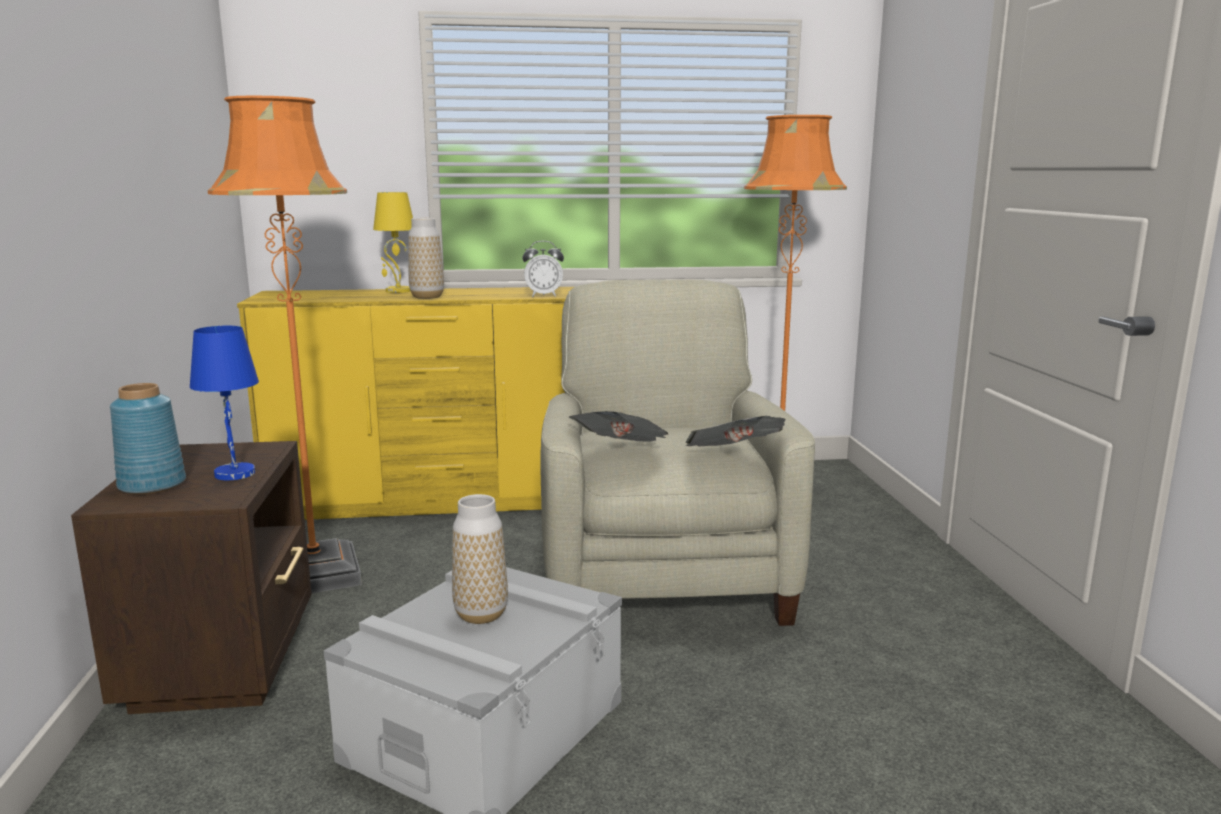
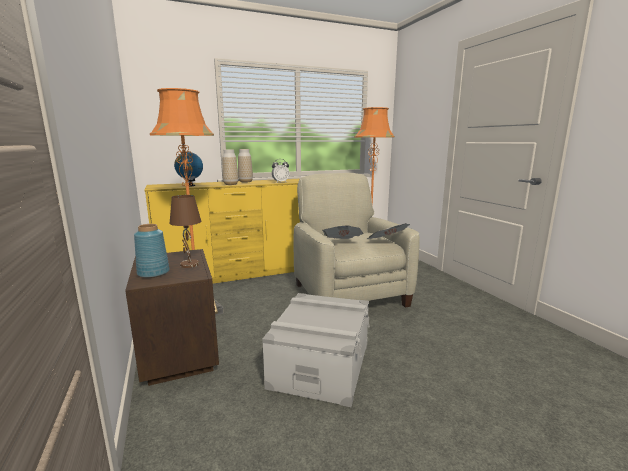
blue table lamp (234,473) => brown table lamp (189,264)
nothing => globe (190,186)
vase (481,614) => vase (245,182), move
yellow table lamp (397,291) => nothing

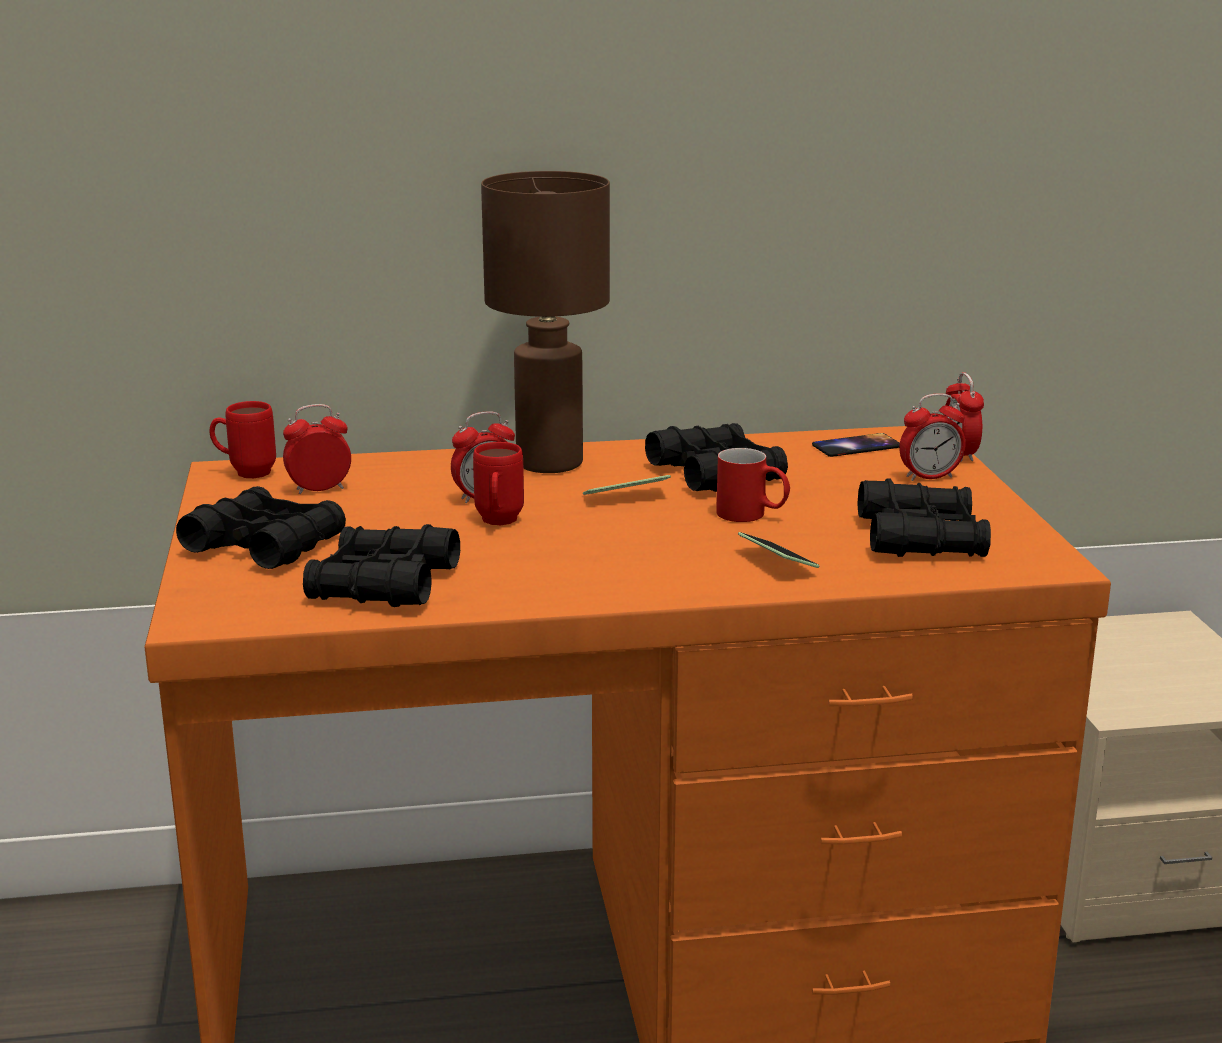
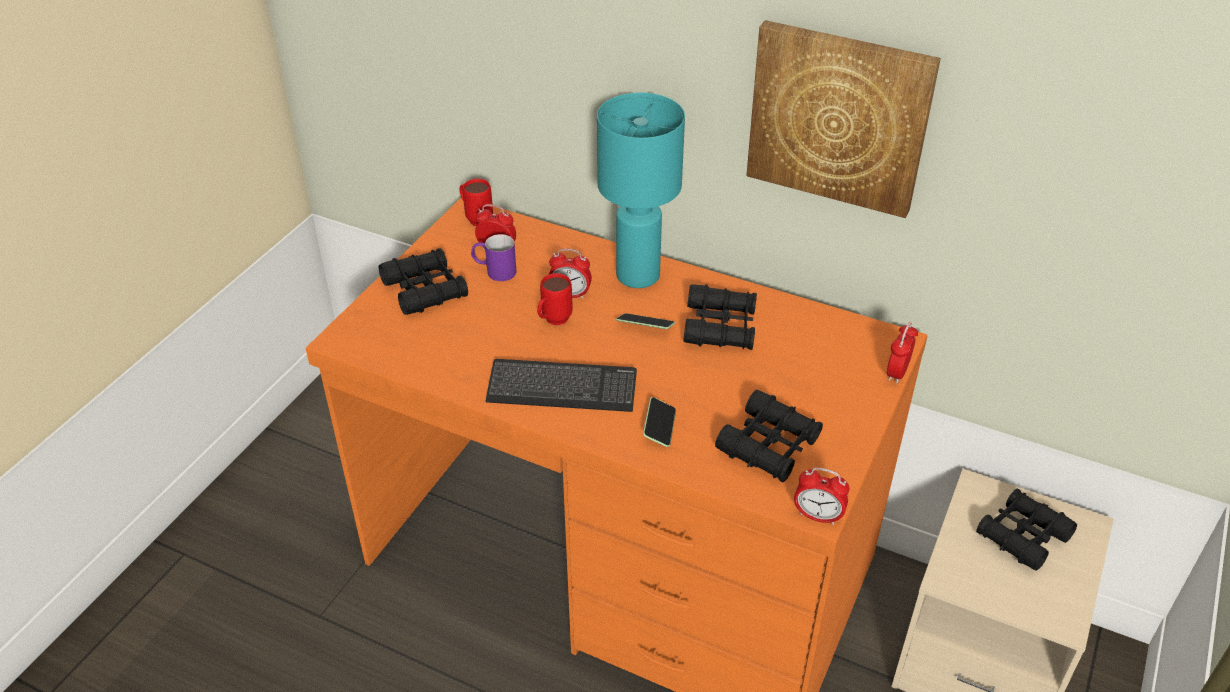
nothing => purple mug (494,271)
nothing => keyboard (562,388)
brown table lamp (548,464) => turquoise table lamp (636,276)
nothing => picture (839,117)
alarm clock (929,477) => alarm clock (818,516), move
black binoculars (383,585) => black binoculars (1022,536), move
red mug (752,516) => nothing
phone (856,446) => nothing

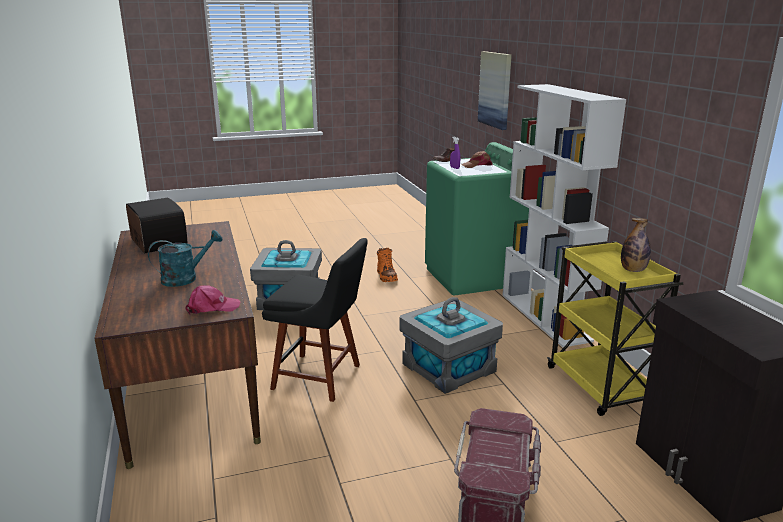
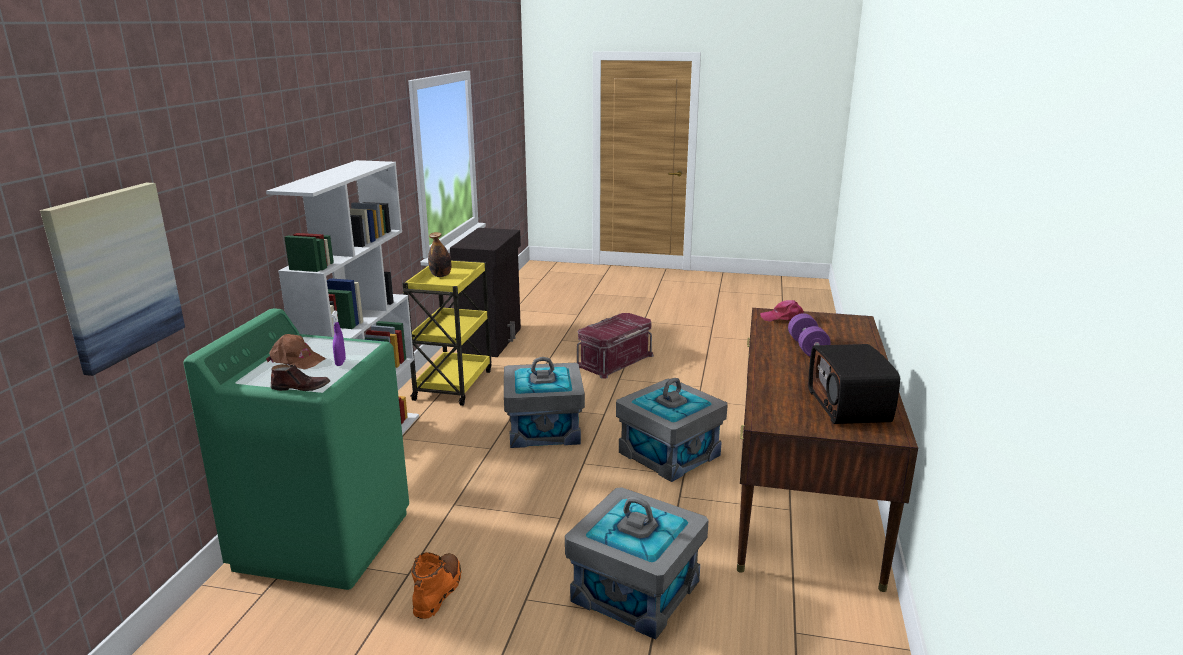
black chair (321,377) => grey storage box (669,453)
turquoise watering can (186,278) => purple dumbbell (807,347)

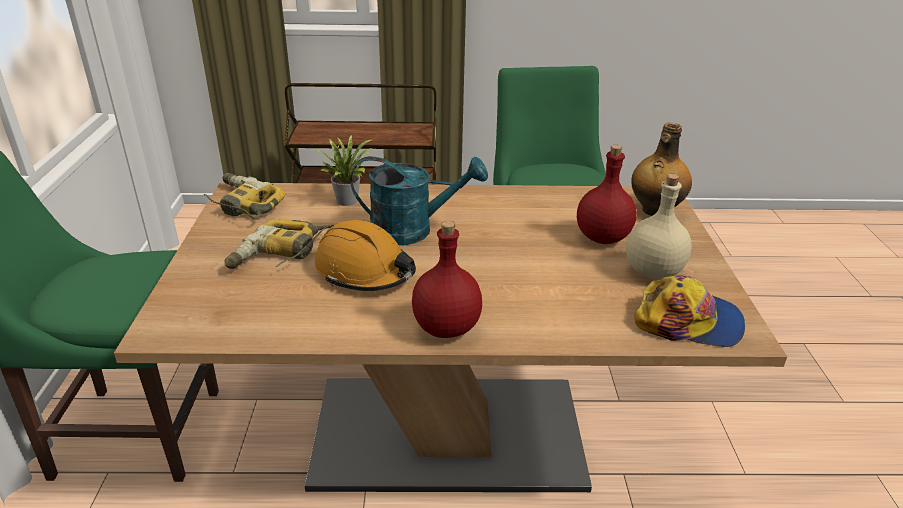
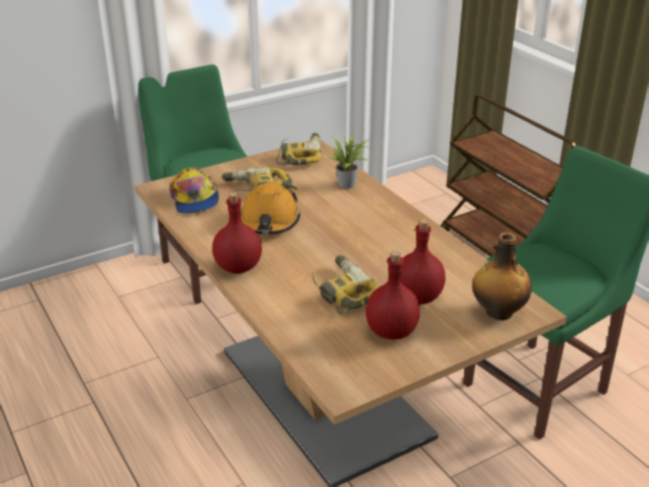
cap (688,321) => cap (195,199), move
nothing => power drill (341,291)
beige bottle (652,272) => red bottle (390,331)
turquoise watering can (413,230) => nothing

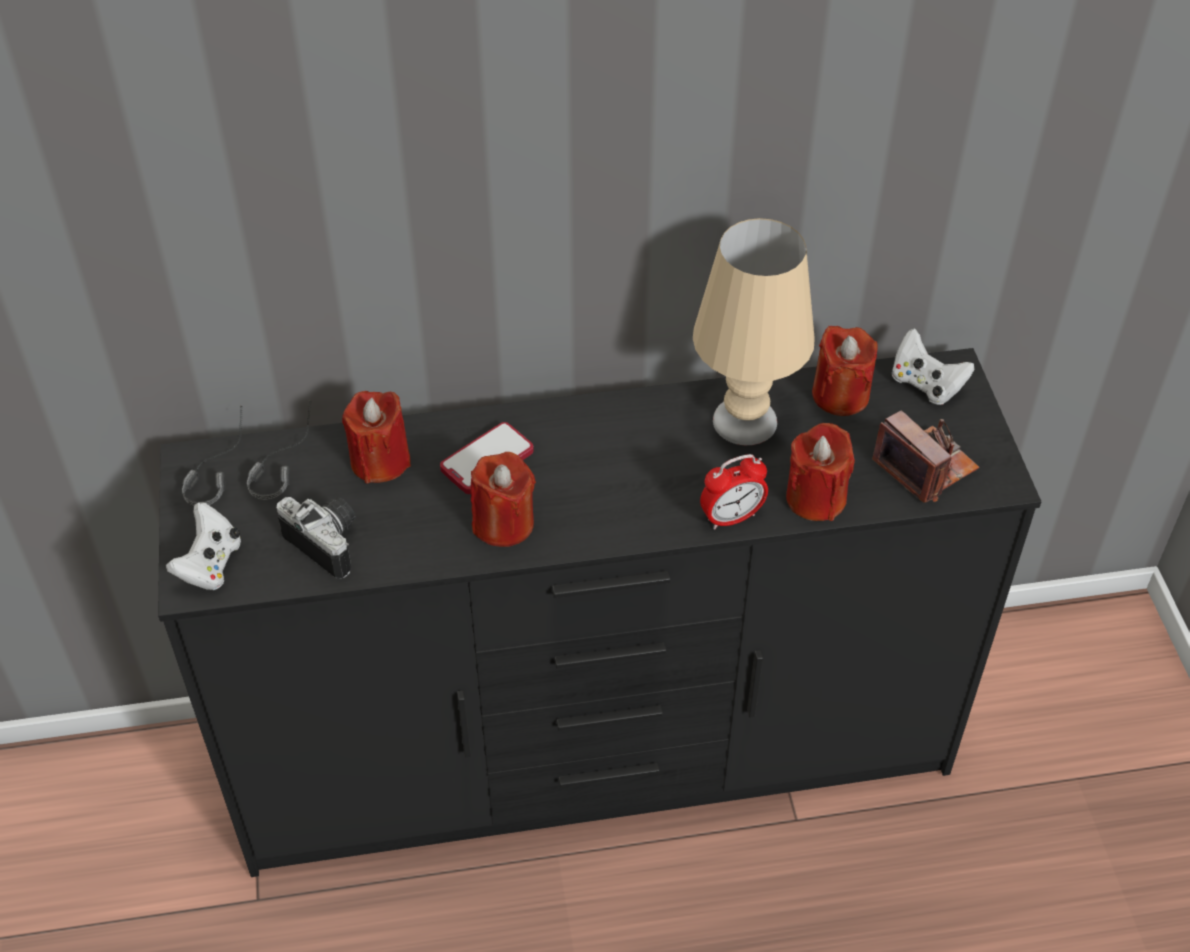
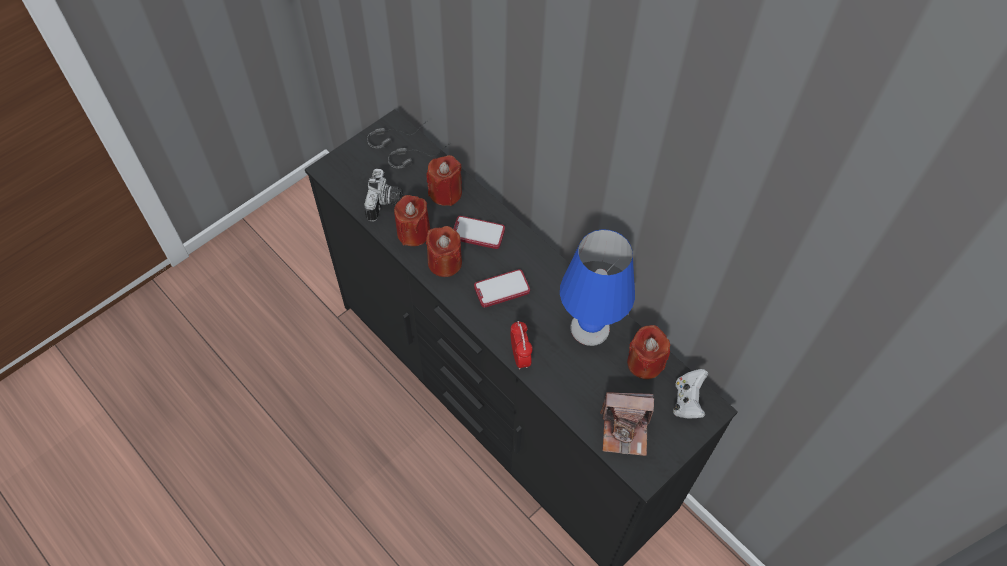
red candle (815,498) => red candle (413,232), move
nothing => phone (502,289)
alarm clock (731,517) => alarm clock (520,356), 135 degrees counterclockwise
beige table lamp (744,421) => blue table lamp (590,327)
photo camera (925,466) => photo camera (625,430), 75 degrees clockwise
white game controller (210,564) => nothing

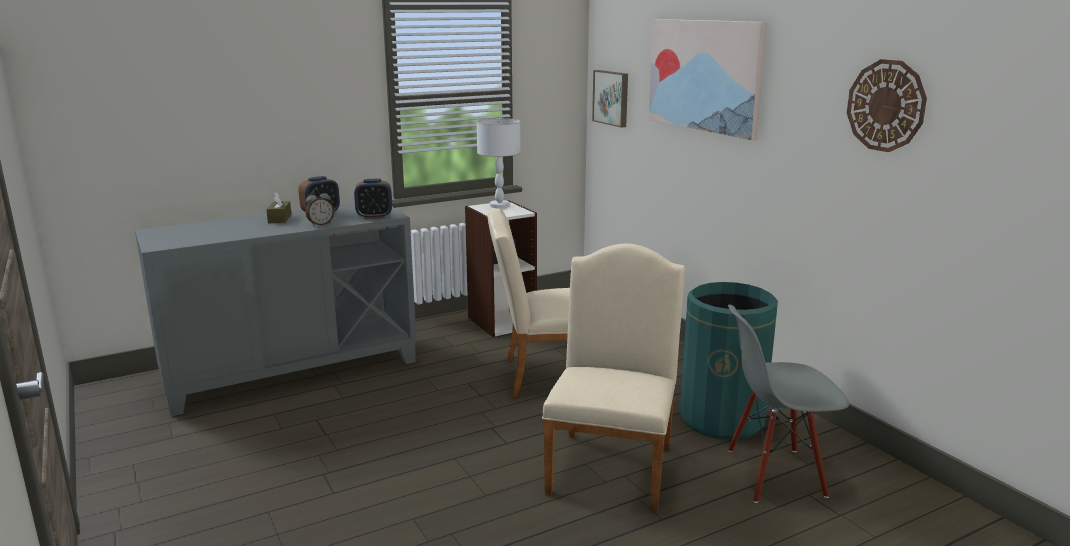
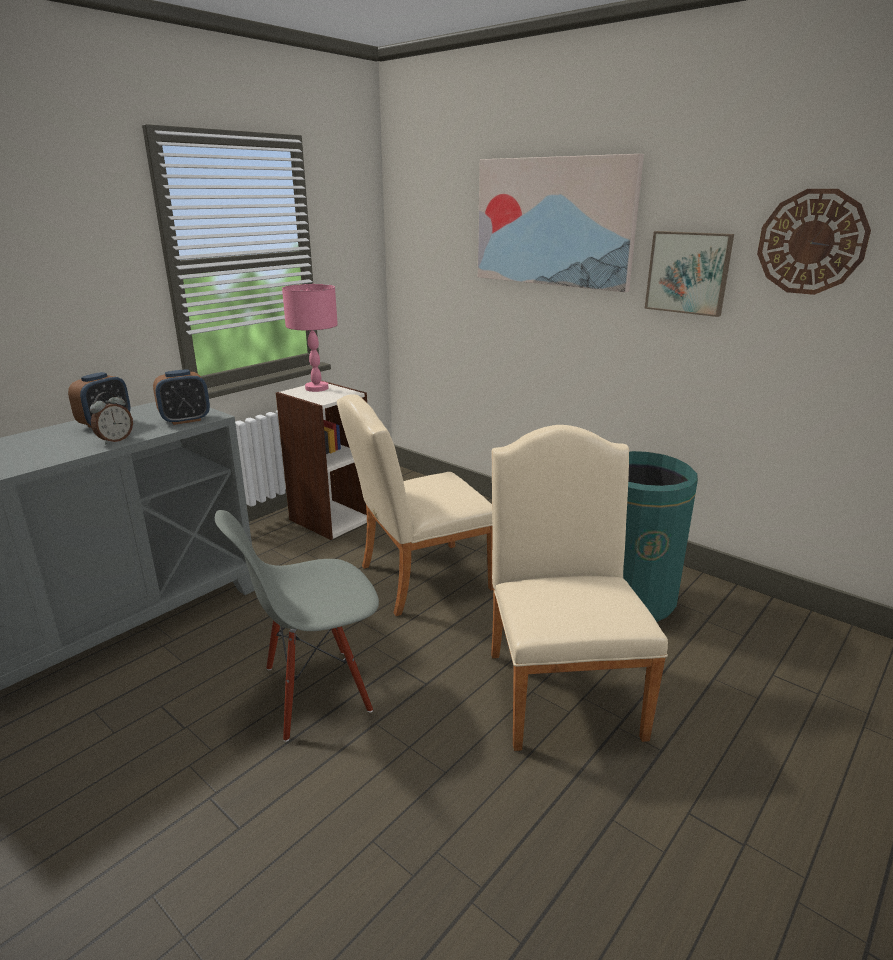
grey chair (774,474) => grey chair (316,691), move
white table lamp (499,206) => pink table lamp (316,388)
picture (612,98) => picture (688,272), move
brown tissue box (279,218) => nothing

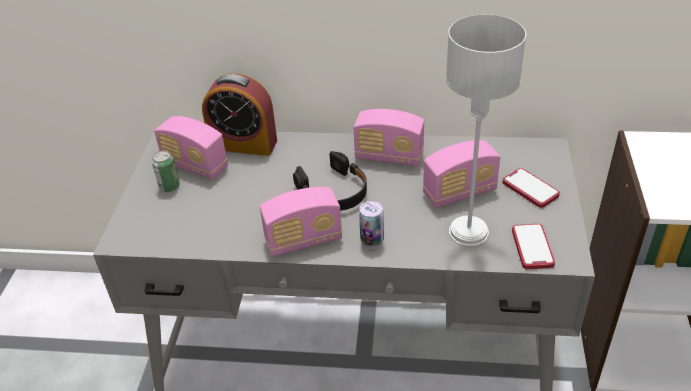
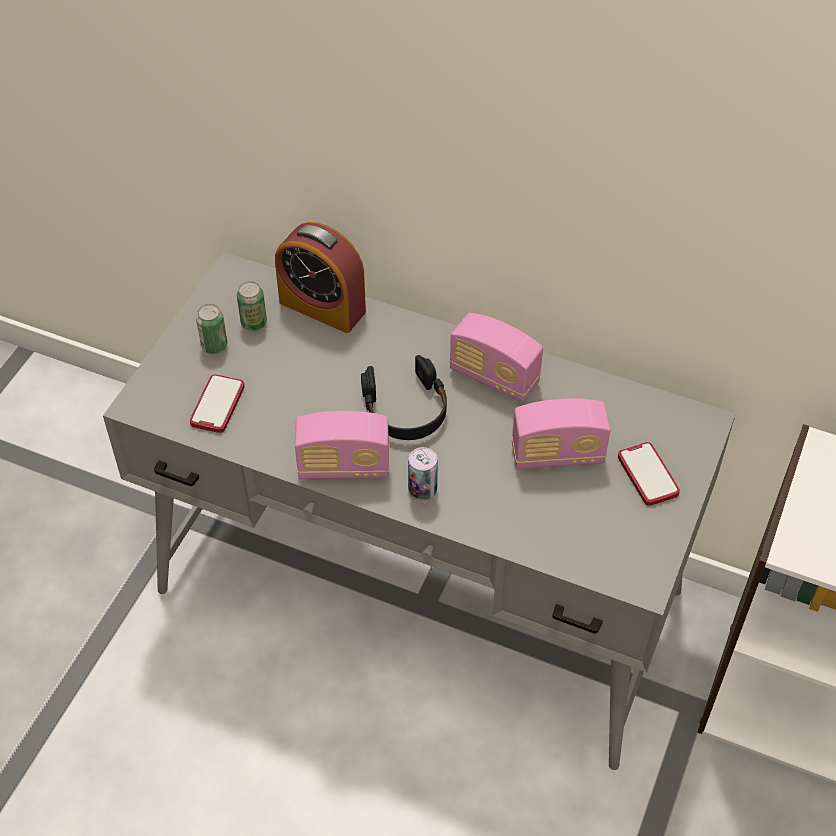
phone (532,247) => phone (217,405), move
radio (195,166) => can (254,323)
grey table lamp (468,231) => nothing

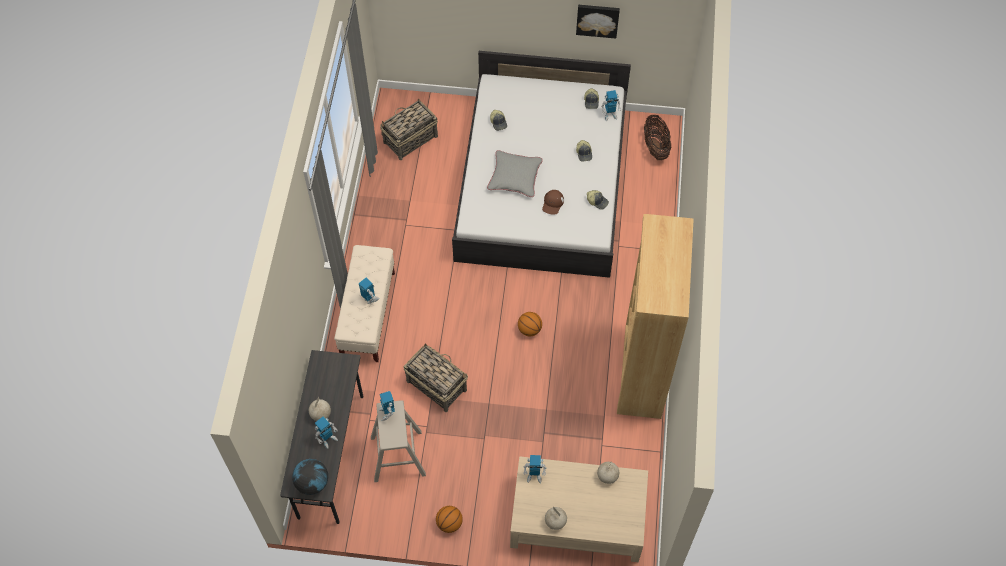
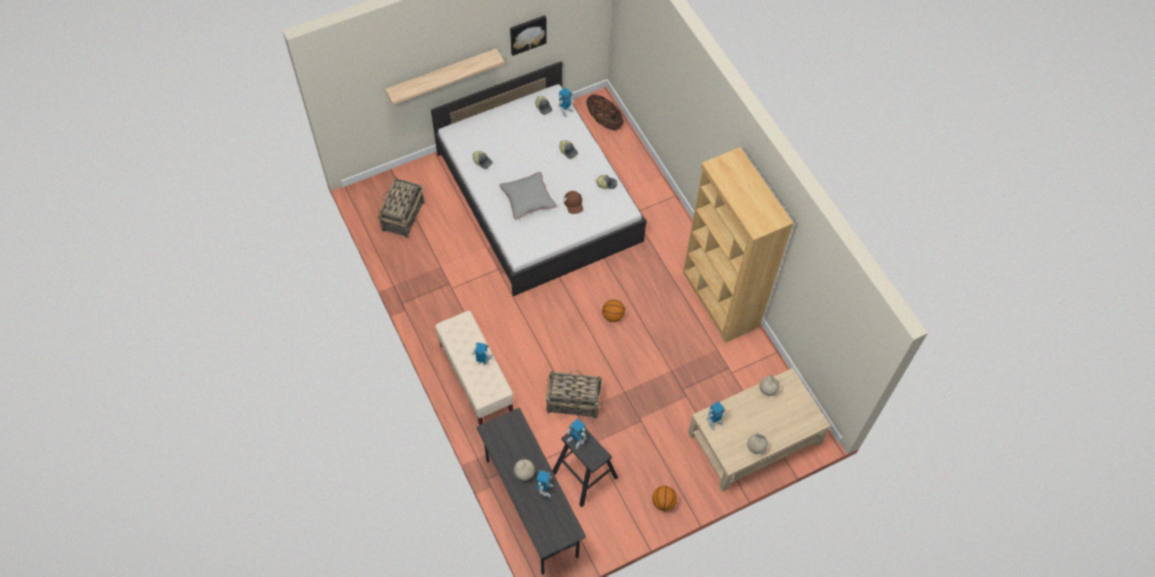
nothing => shelf (442,75)
beige stool (398,456) => black stool (584,475)
globe (312,483) => nothing

